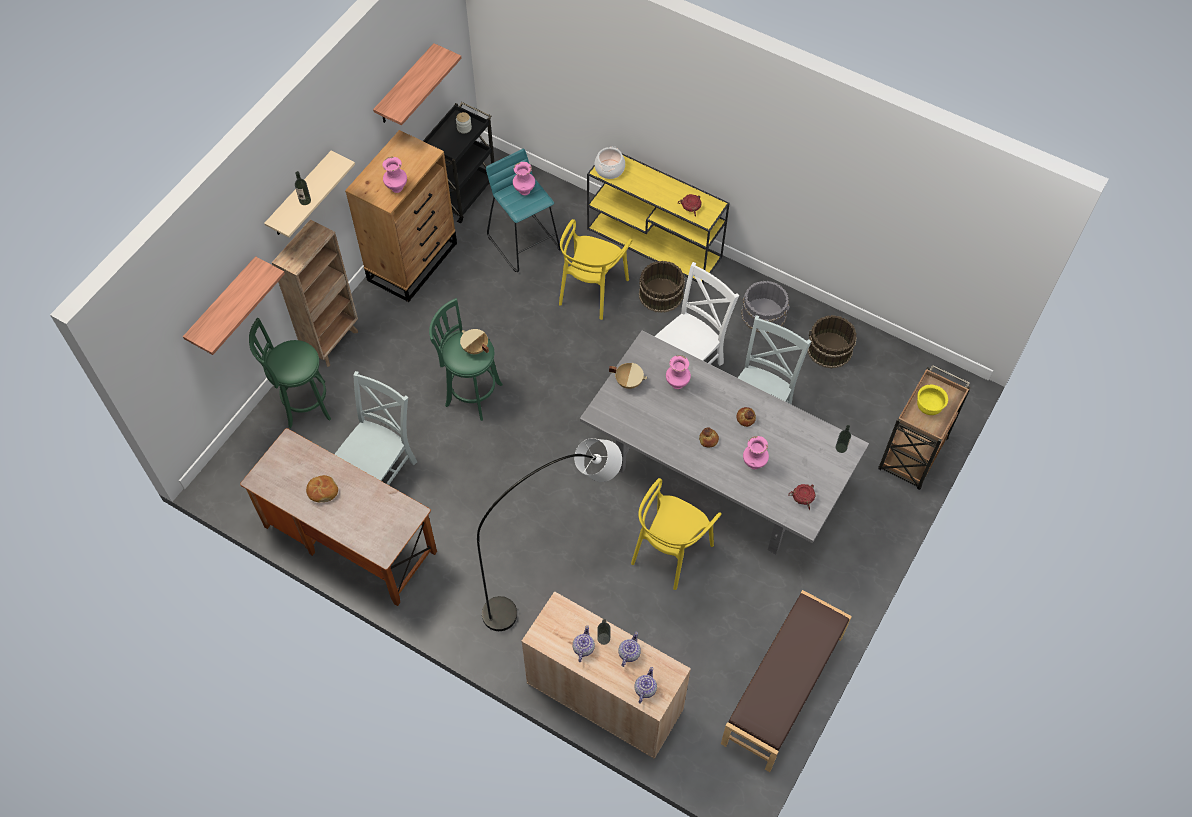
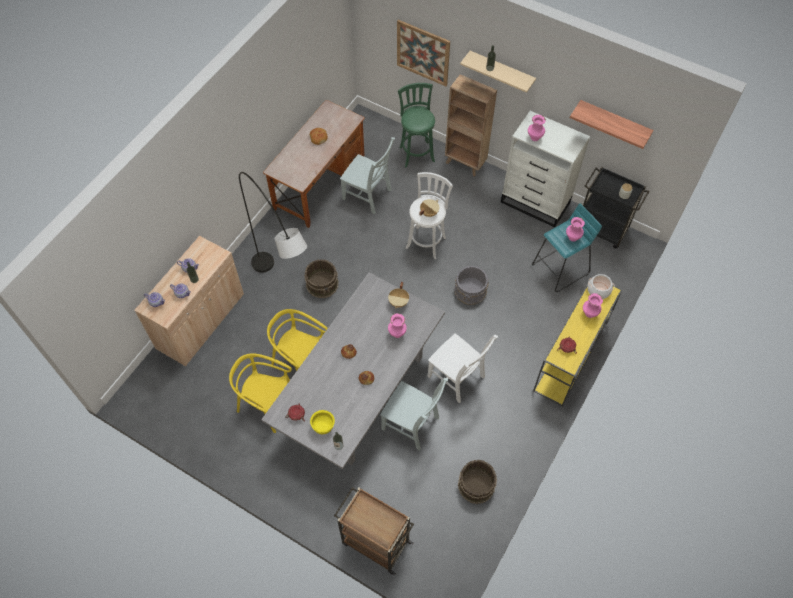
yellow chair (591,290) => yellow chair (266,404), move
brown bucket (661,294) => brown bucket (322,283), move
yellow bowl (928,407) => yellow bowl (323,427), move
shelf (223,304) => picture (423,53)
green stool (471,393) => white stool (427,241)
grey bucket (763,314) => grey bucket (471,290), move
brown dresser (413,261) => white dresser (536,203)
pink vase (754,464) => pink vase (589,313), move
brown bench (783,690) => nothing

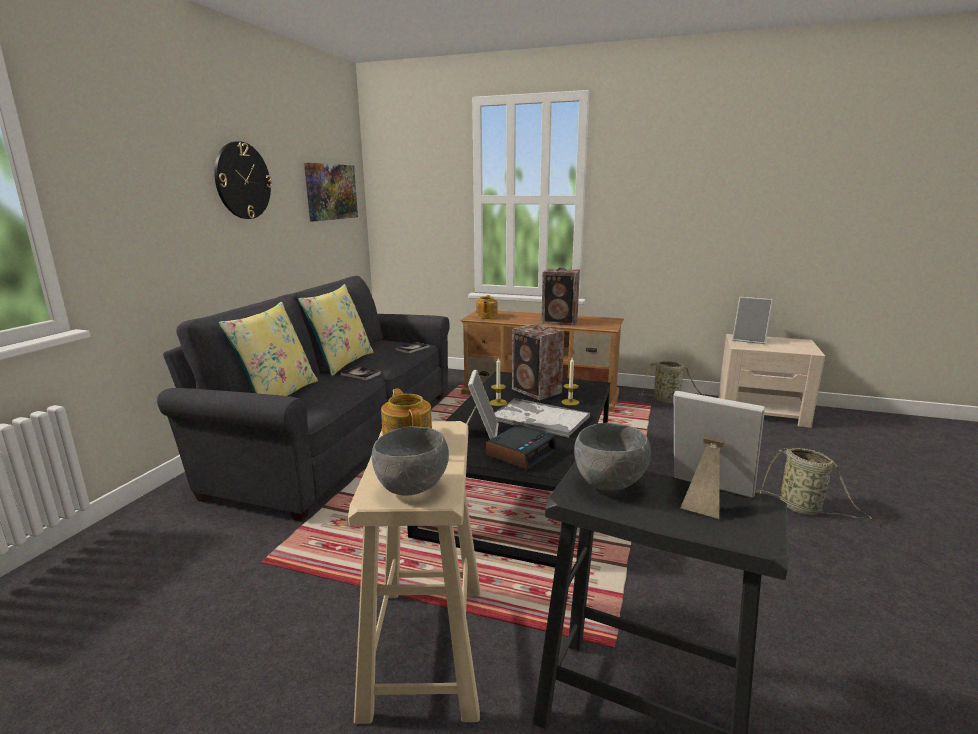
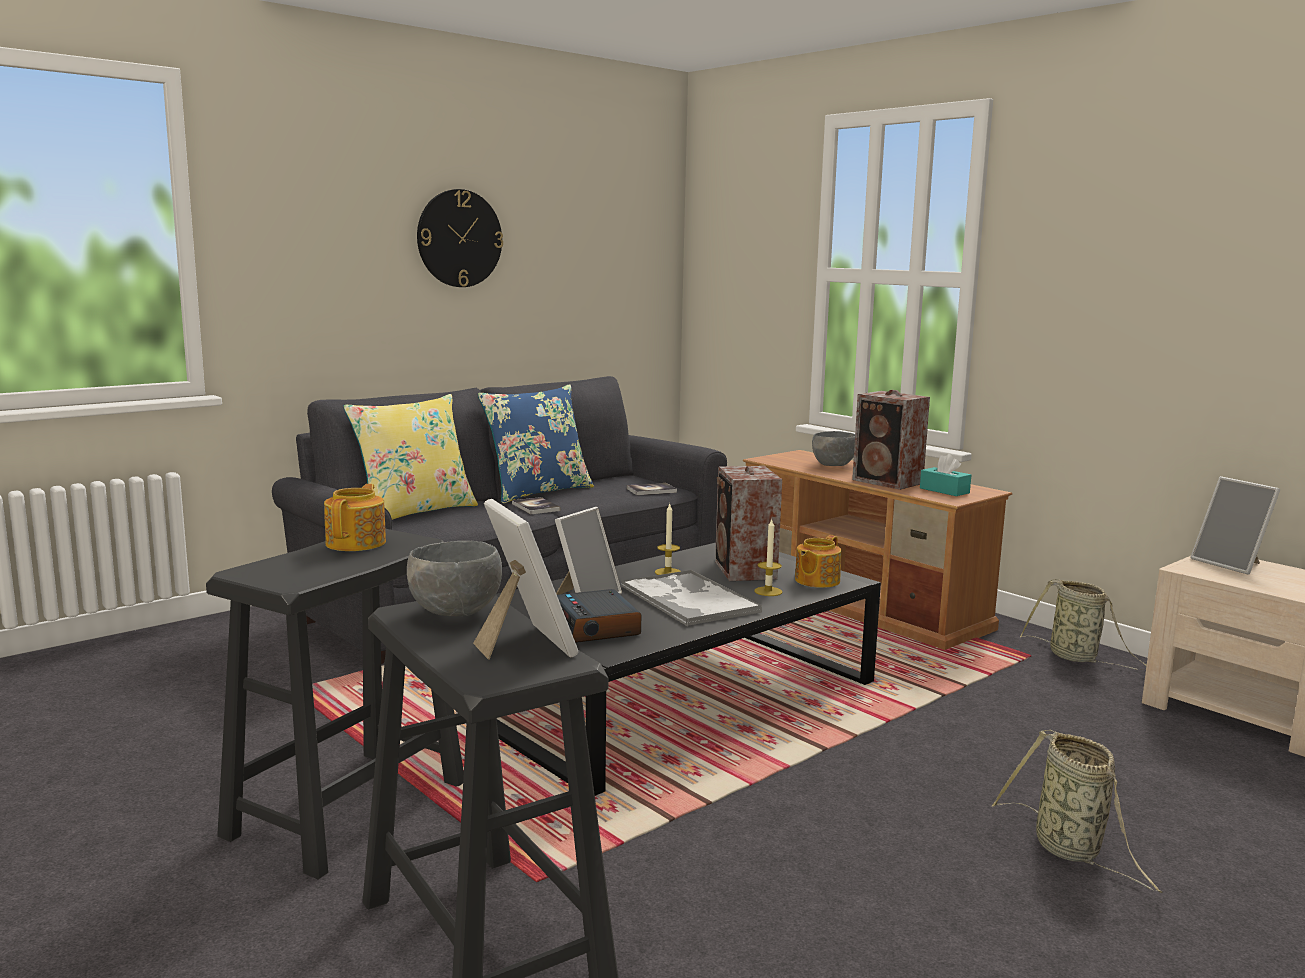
beige stool (426,647) => black stool (349,808)
yellow pillow (341,362) => blue pillow (537,492)
alarm clock (521,453) => alarm clock (596,627), 90 degrees clockwise
teapot (486,316) => teapot (816,581), move
grey bowl (413,488) => grey bowl (834,465), move
nothing => turquoise tissue box (944,490)
picture (331,192) => nothing

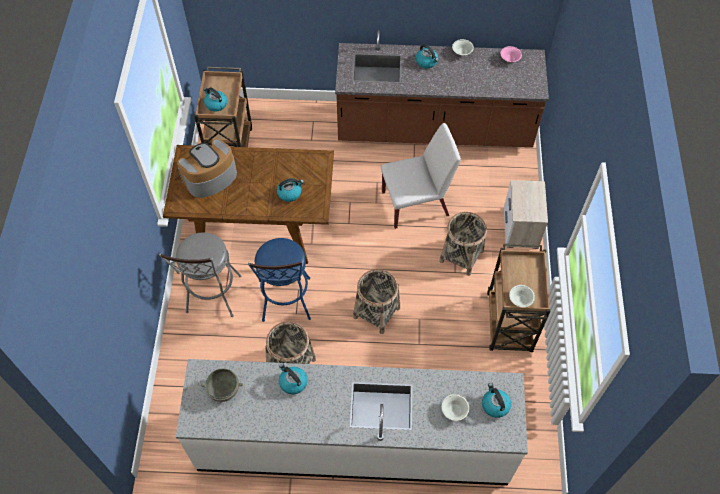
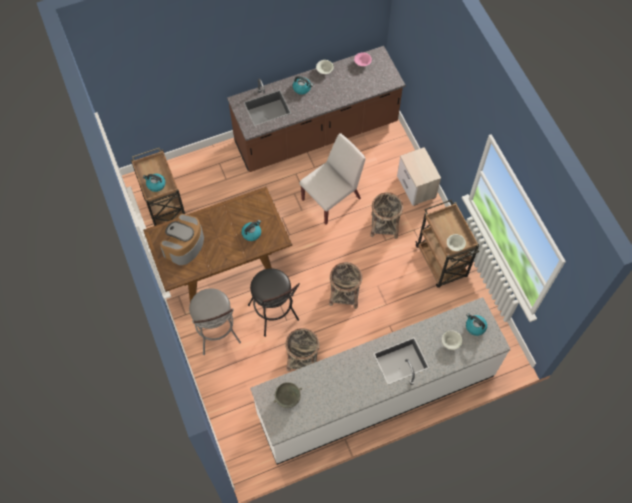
blue stool (286,304) => black stool (275,316)
kettle (292,382) => nothing

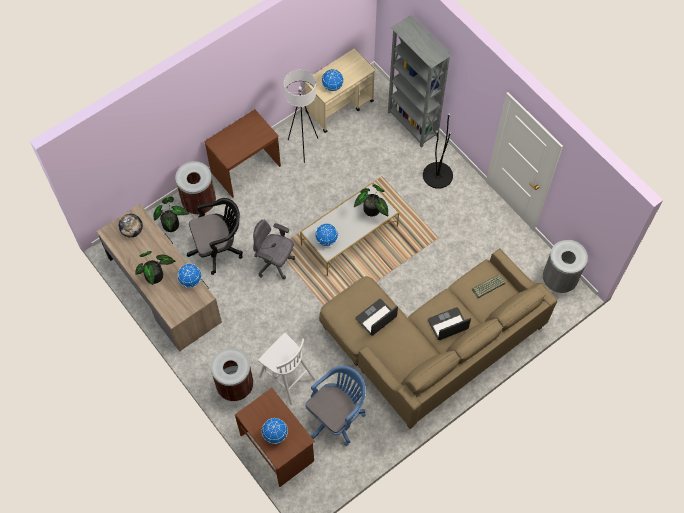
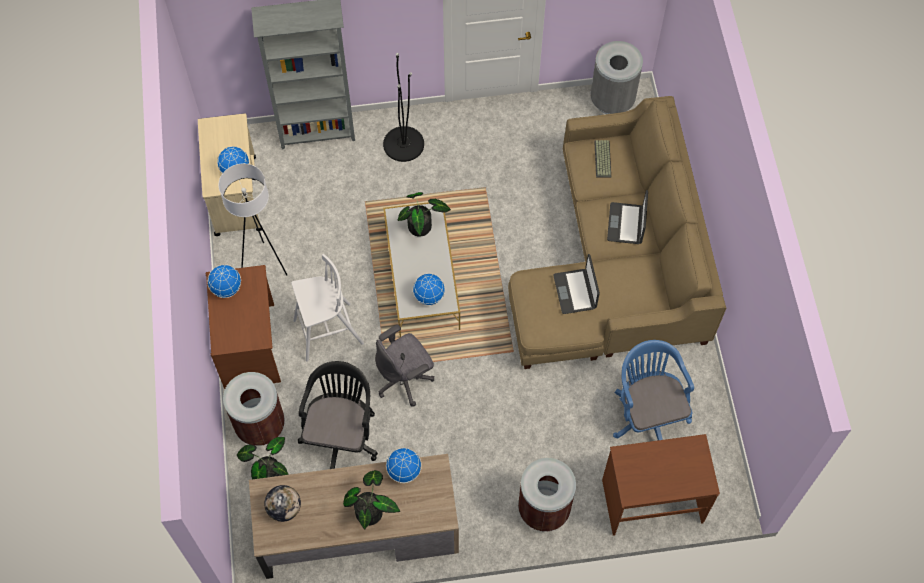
globe (275,434) => globe (226,288), move
white stool (286,377) => white stool (326,332), move

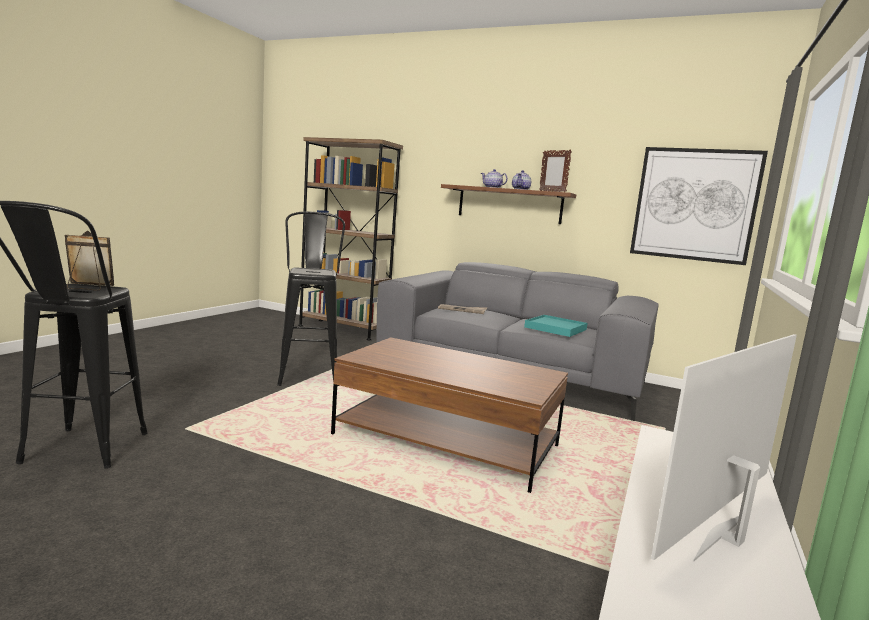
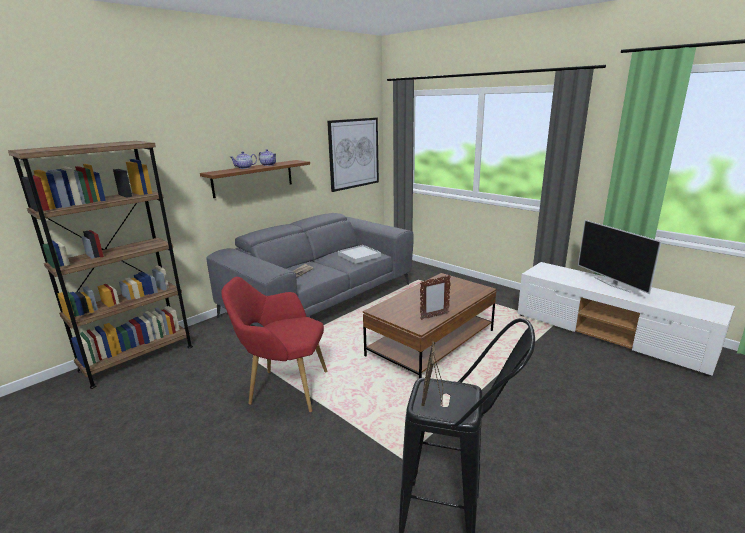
black stool (309,374) => red armchair (283,388)
turquoise tray (555,328) => white tray (359,256)
picture frame (552,192) => picture frame (434,316), move

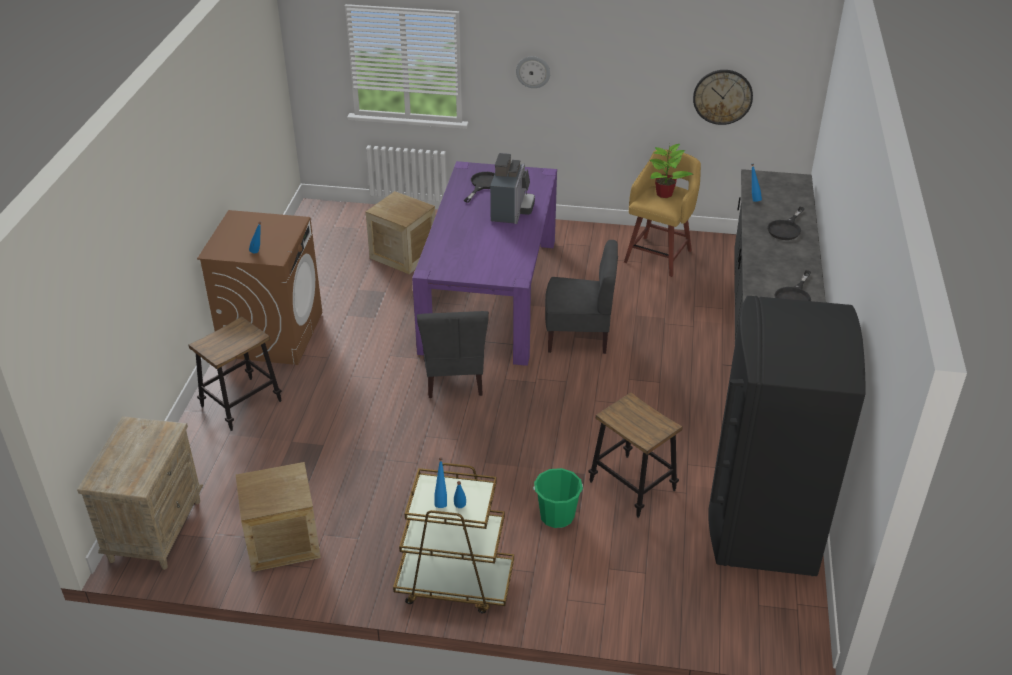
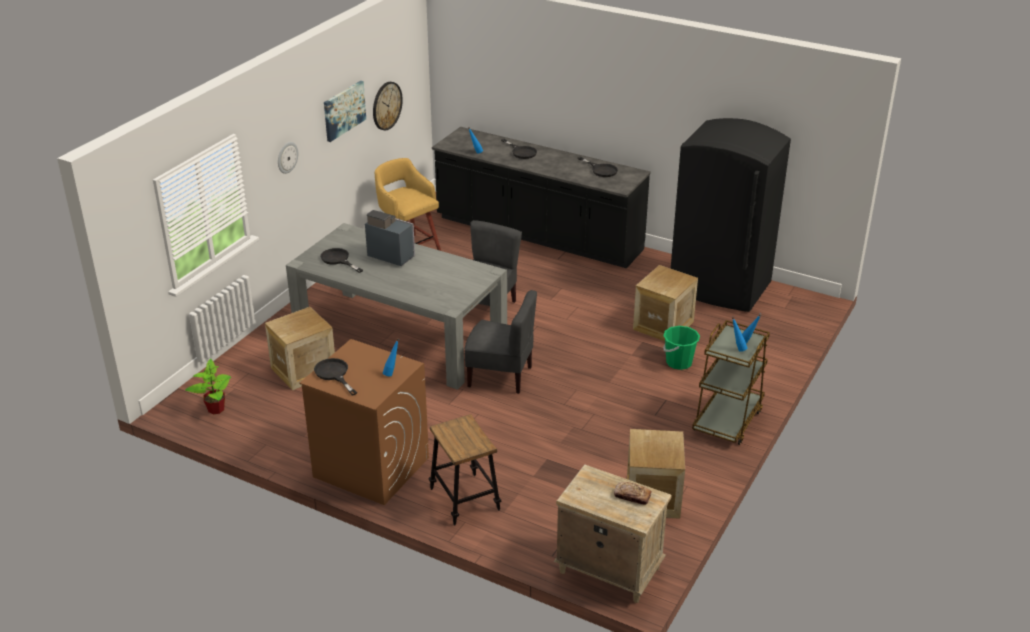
potted plant (664,193) => potted plant (216,409), move
purple dining table (490,294) => grey dining table (400,336)
nothing => black frying pan (334,374)
nothing => picture (344,110)
nothing => bread (632,496)
stool (632,486) => crate (663,325)

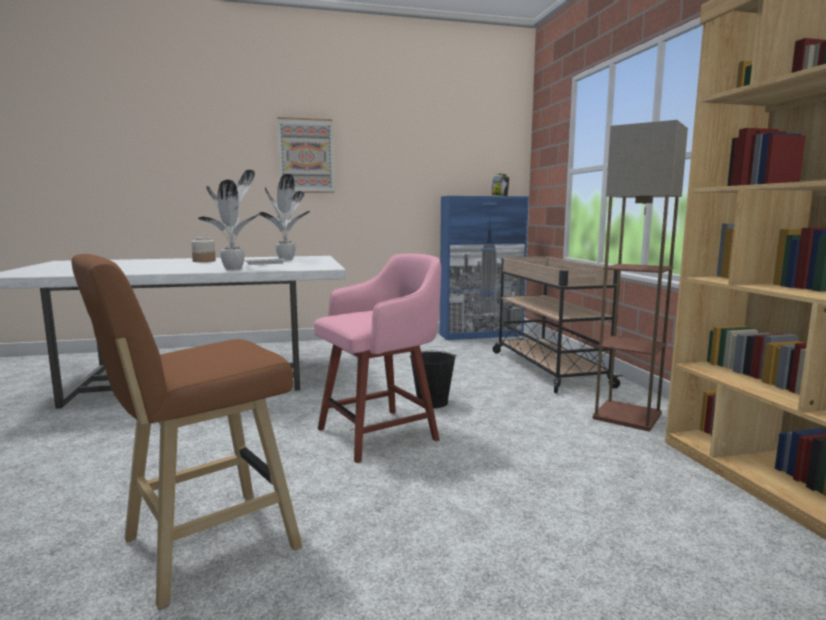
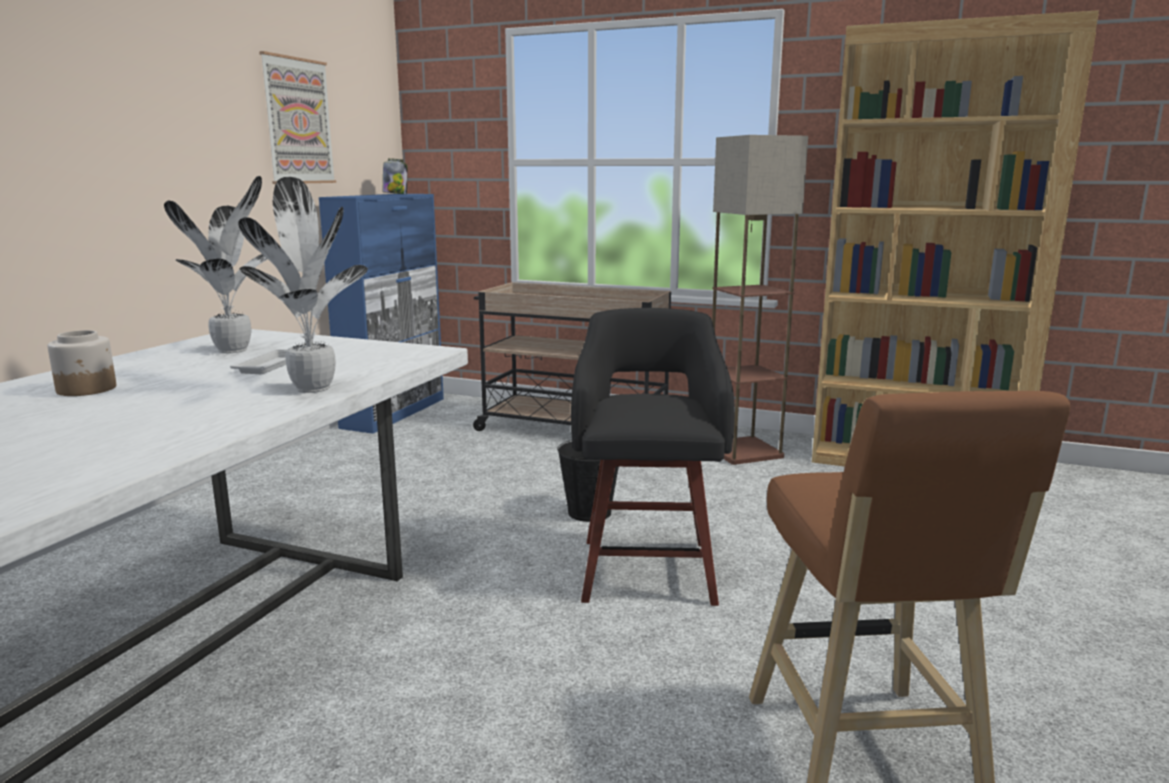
picture (306,156) => picture (298,121), move
pink stool (381,433) => black stool (648,568)

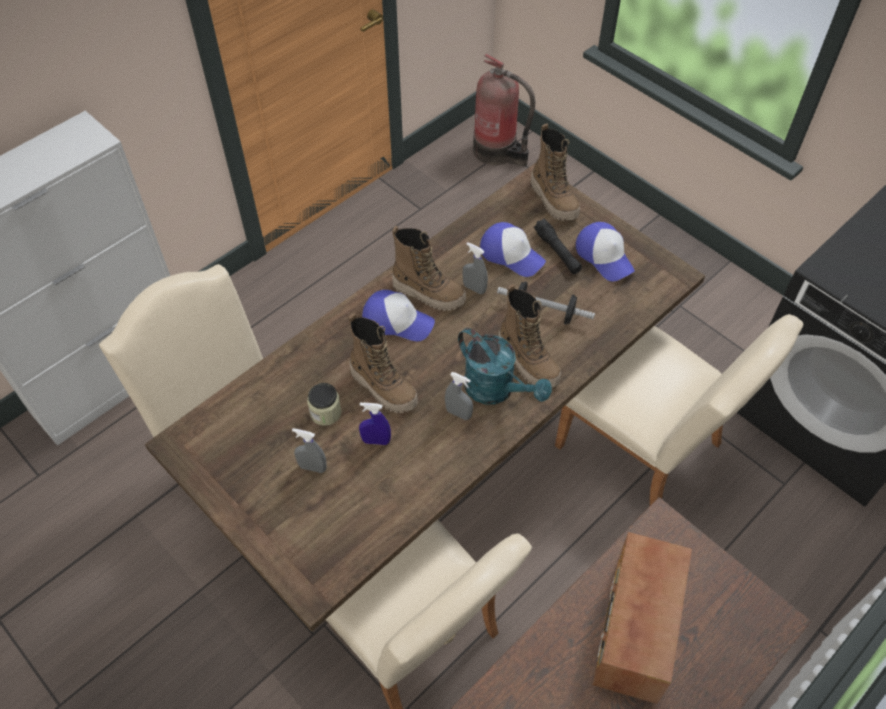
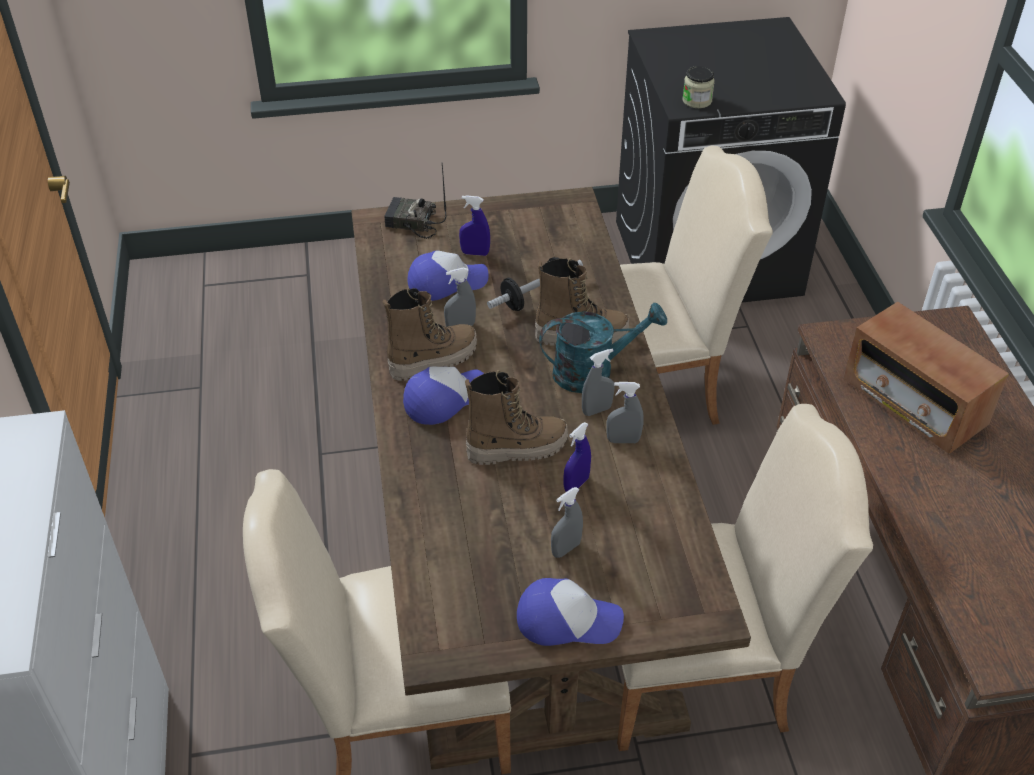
boot (554,200) => radio (411,223)
black flashlight (557,252) => blue spray bottle (475,253)
cap (604,256) => cap (567,620), move
nothing => grey spray bottle (623,440)
jar (325,412) => jar (697,101), move
fire extinguisher (497,152) => nothing

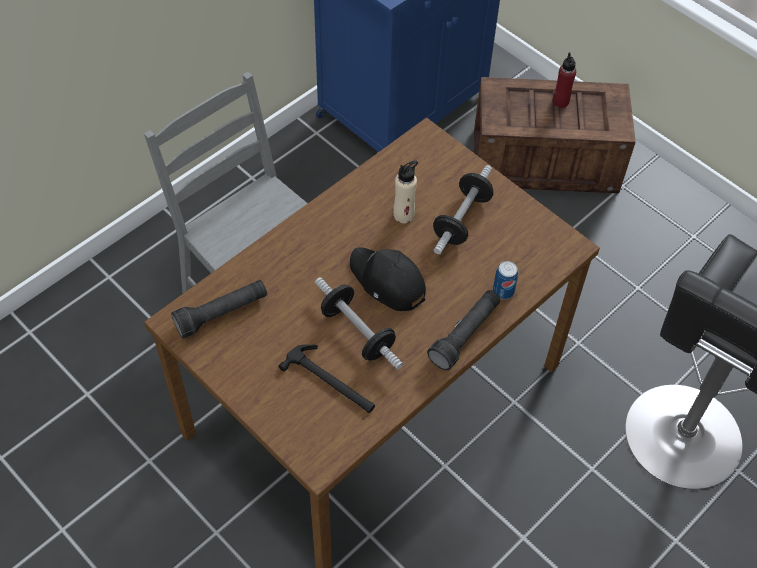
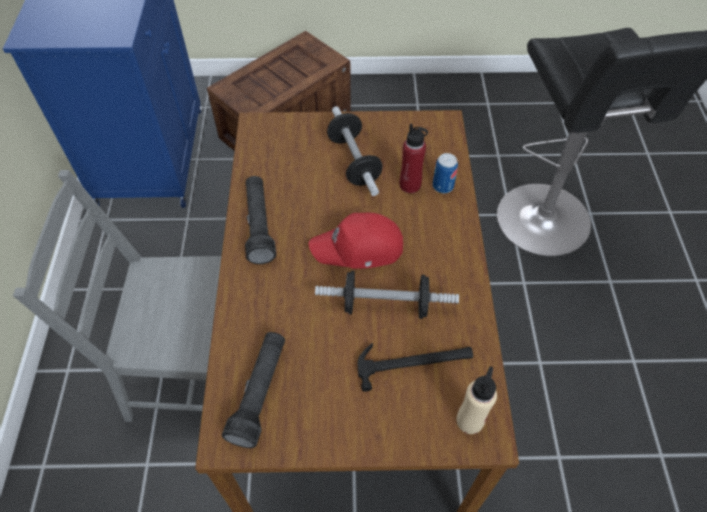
black flashlight (465,335) => black flashlight (259,226), move
black cap (387,282) => red cap (358,248)
red bottle (560,102) => red bottle (410,185), move
beige bottle (404,215) => beige bottle (470,420), move

